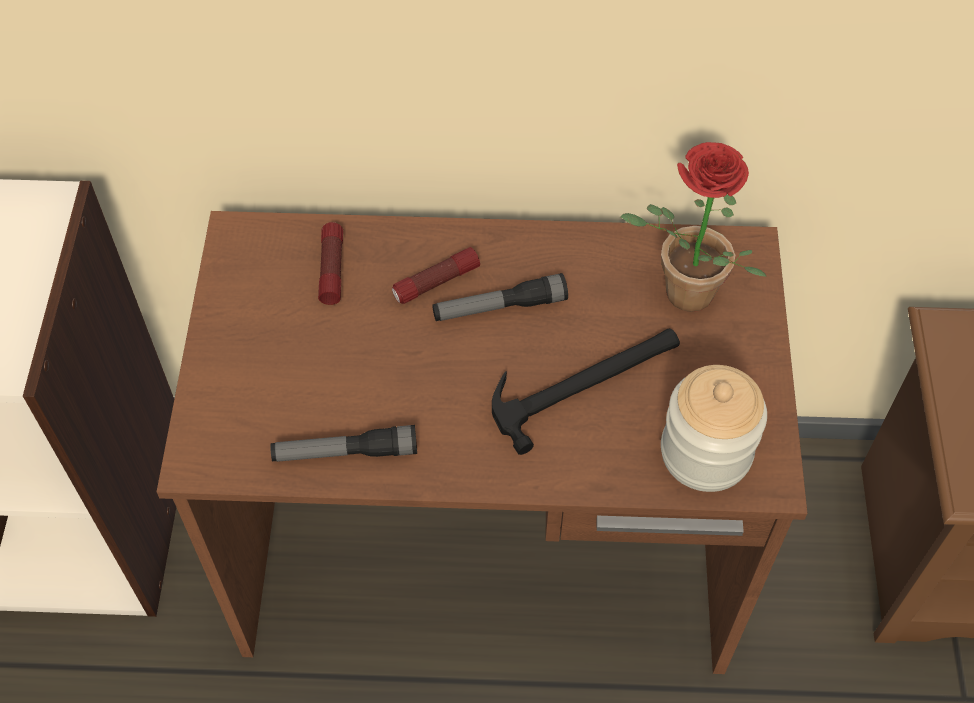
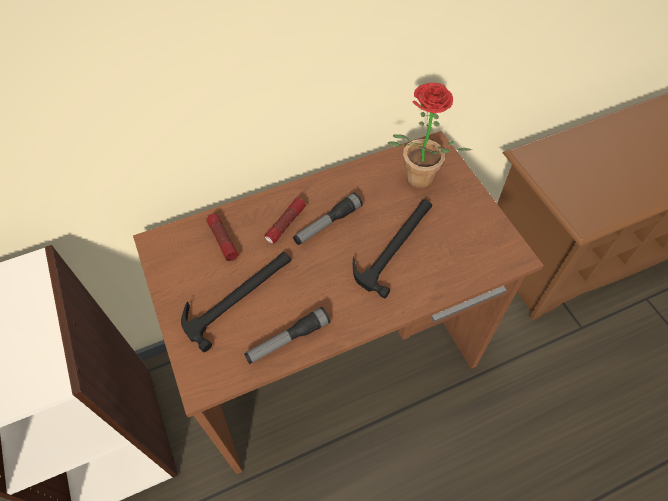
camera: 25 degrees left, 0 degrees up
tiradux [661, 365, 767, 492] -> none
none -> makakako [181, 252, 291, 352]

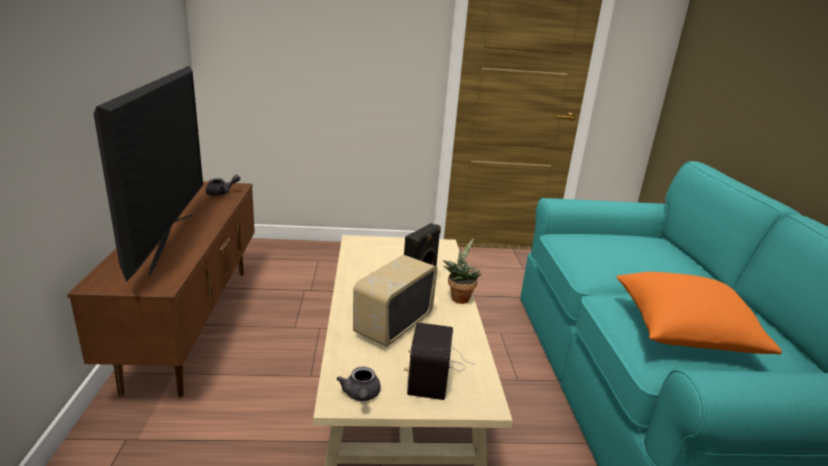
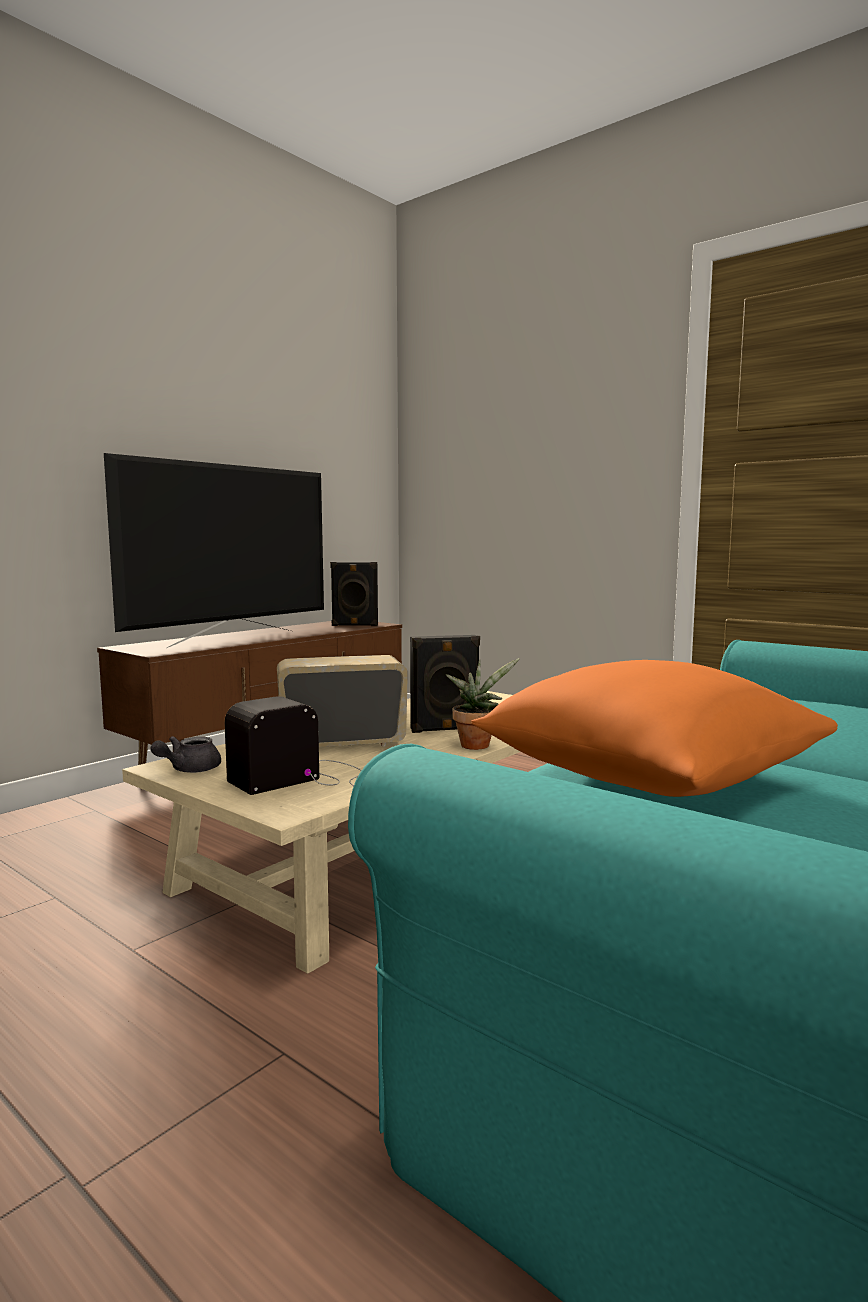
camera: 45 degrees right, 15 degrees down
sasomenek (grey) [206, 175, 240, 196] -> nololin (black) [330, 562, 378, 626]

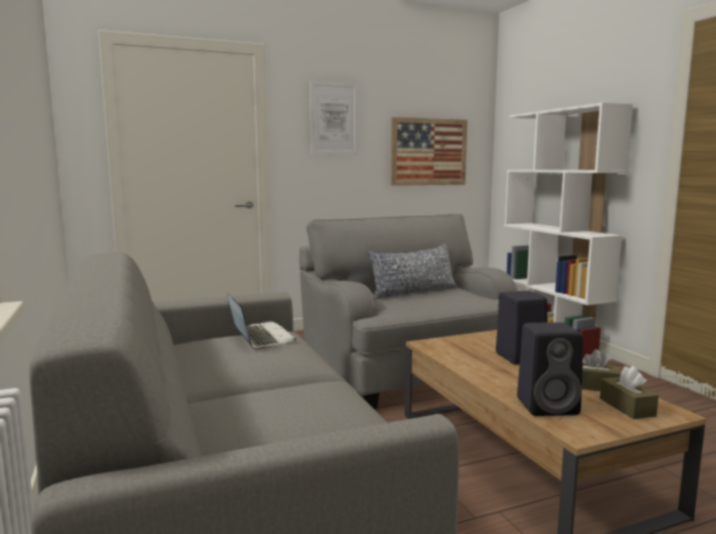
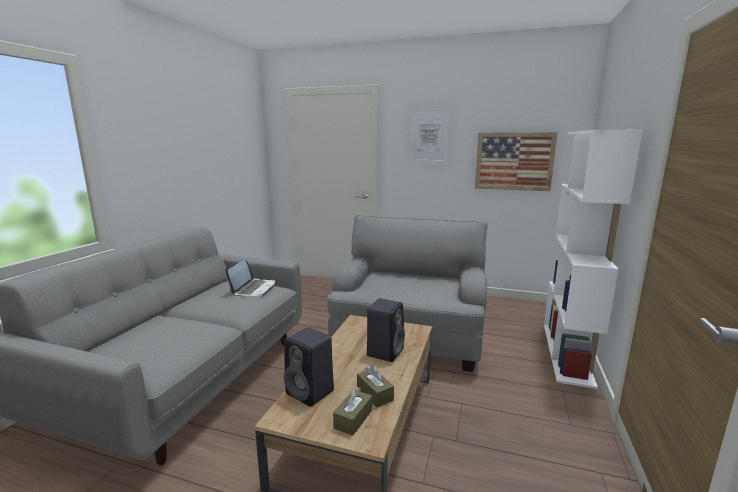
camera: 40 degrees right, 5 degrees up
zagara [367, 244, 457, 300] -> none

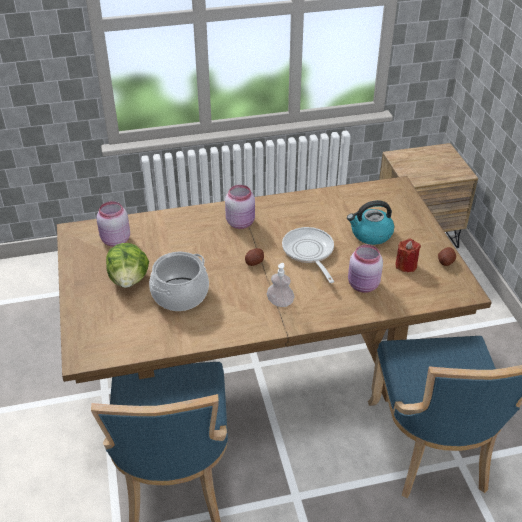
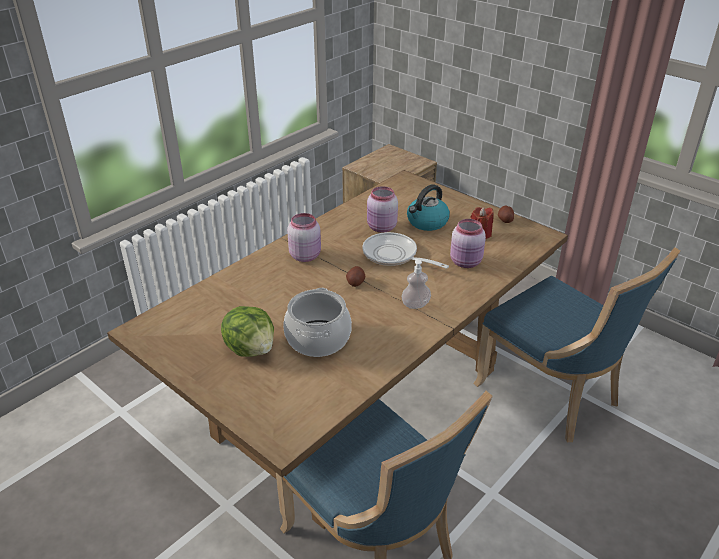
camera: 35 degrees left, 5 degrees down
tiradux (pink) [97, 201, 130, 247] -> tiradux (pink) [367, 186, 398, 233], shifted

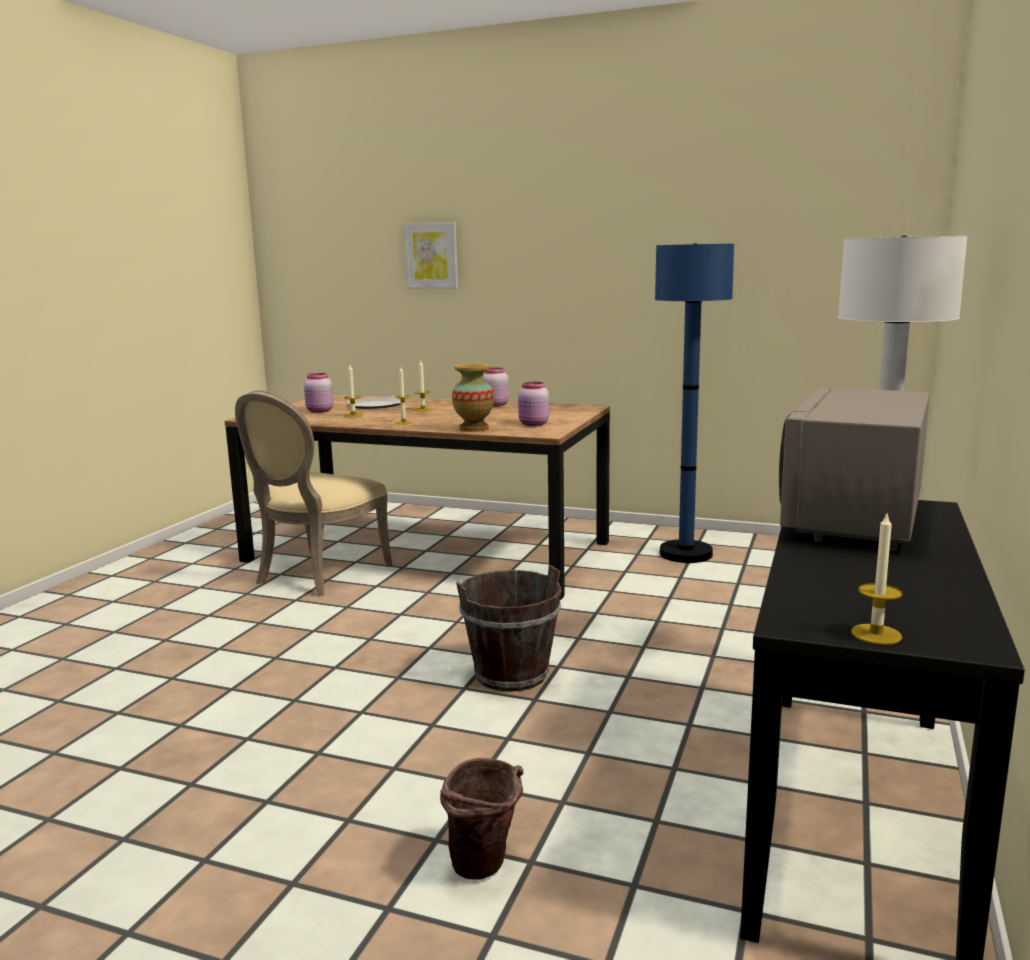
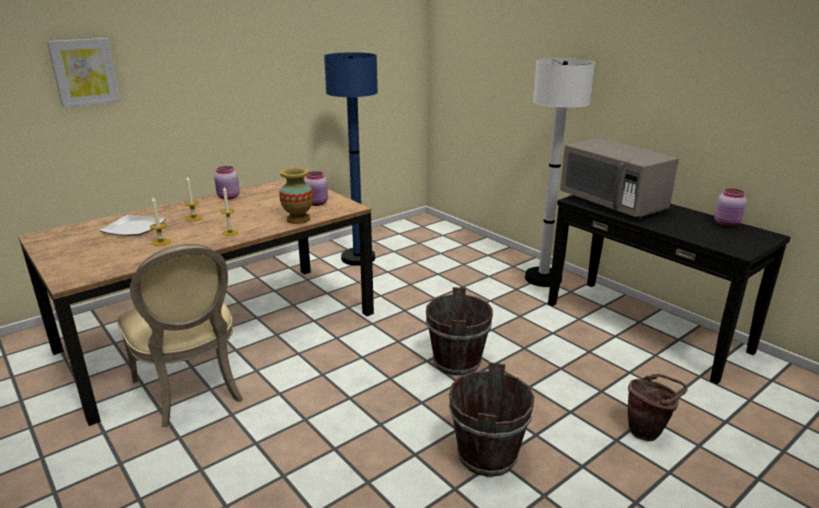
camera: 60 degrees left, 10 degrees up
tiradux (pink) [304, 373, 333, 413] -> tiradux (pink) [714, 189, 747, 227], shifted
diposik [851, 514, 902, 645] -> none
none -> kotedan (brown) [449, 362, 534, 477]

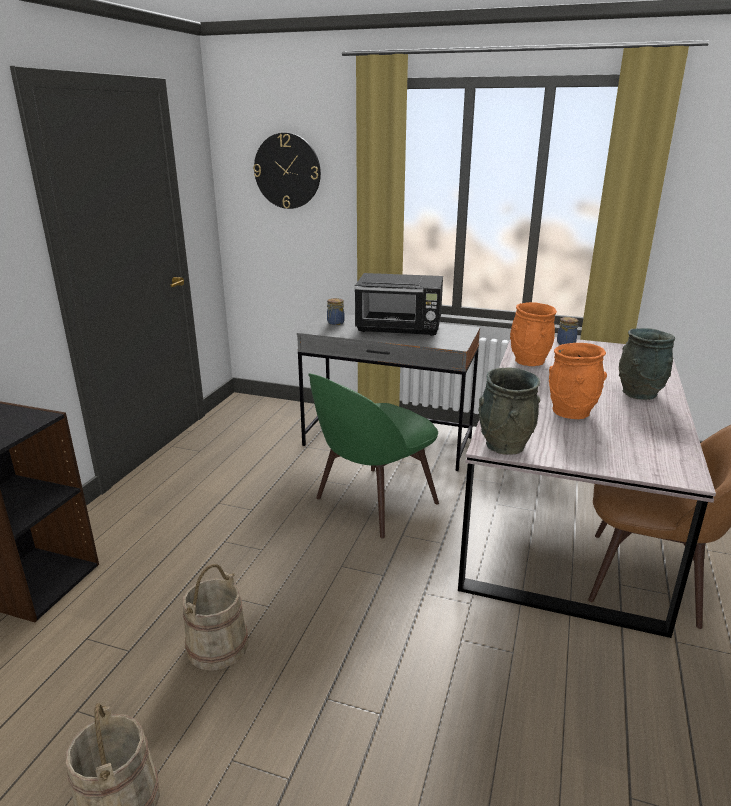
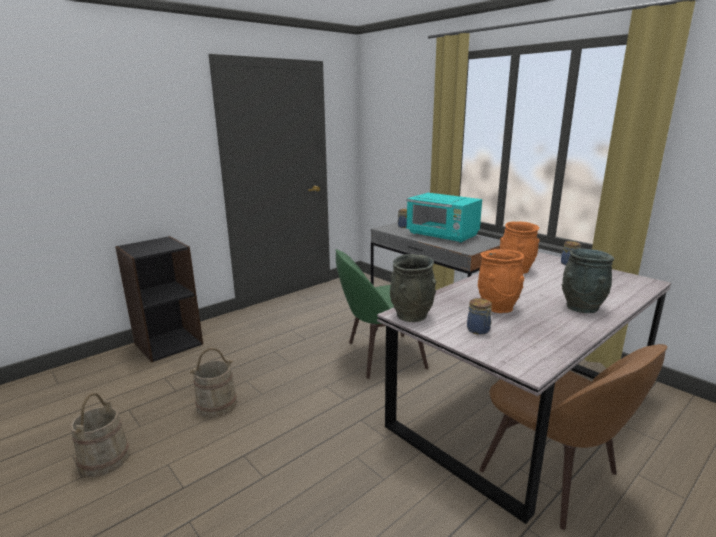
camera: 30 degrees right, 5 degrees down
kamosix [253, 133, 321, 209] -> none
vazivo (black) [354, 273, 443, 336] -> vazivo (turquoise) [406, 193, 482, 243]
none -> tiradux [467, 298, 492, 335]

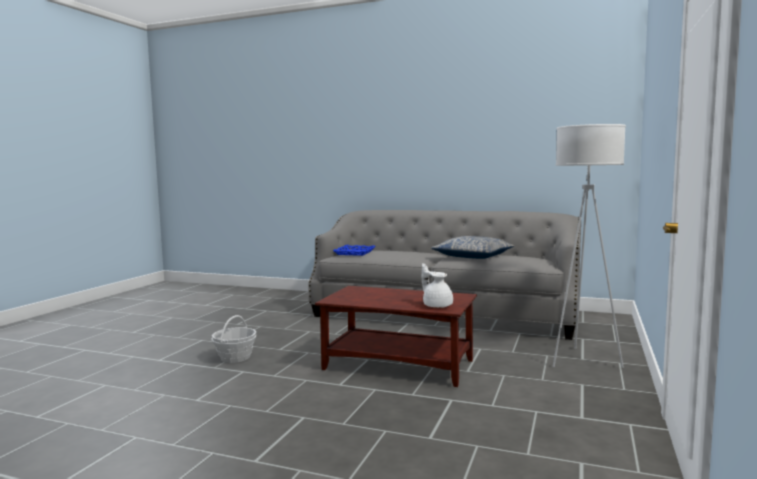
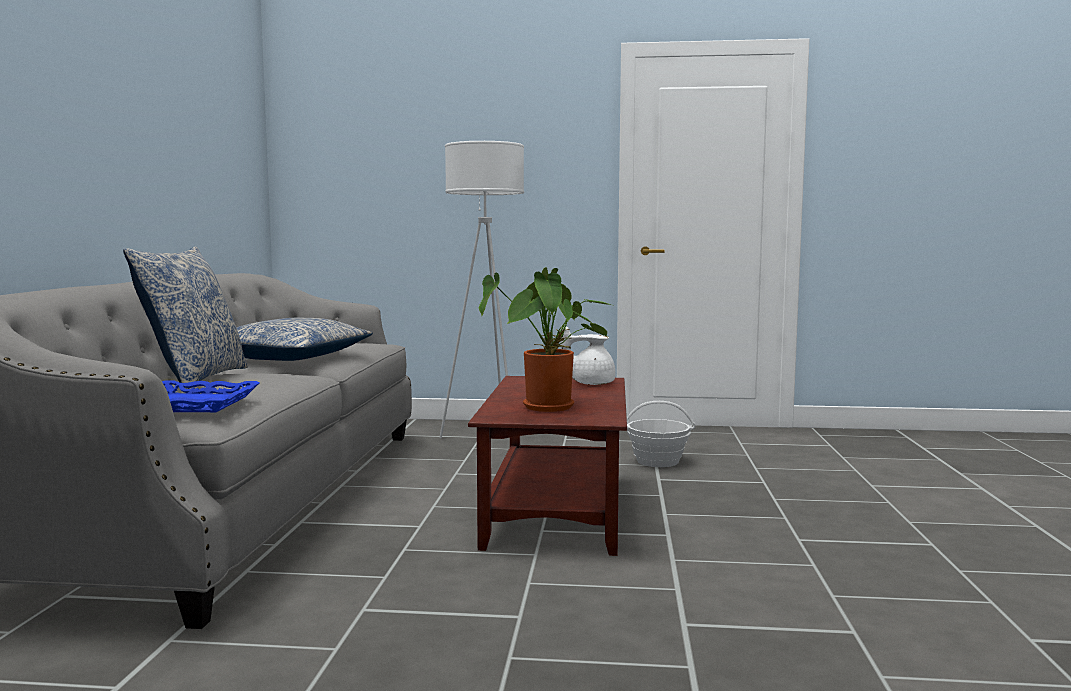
camera: 105 degrees left, 0 degrees up
sasomenek (white) [422, 263, 453, 308] -> sasomenek (white) [561, 327, 616, 385], 45 degrees clockwise
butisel [211, 315, 256, 363] -> butisel [627, 401, 696, 467], shifted
none -> zagara [123, 247, 248, 389]
none -> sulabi [479, 267, 615, 412]

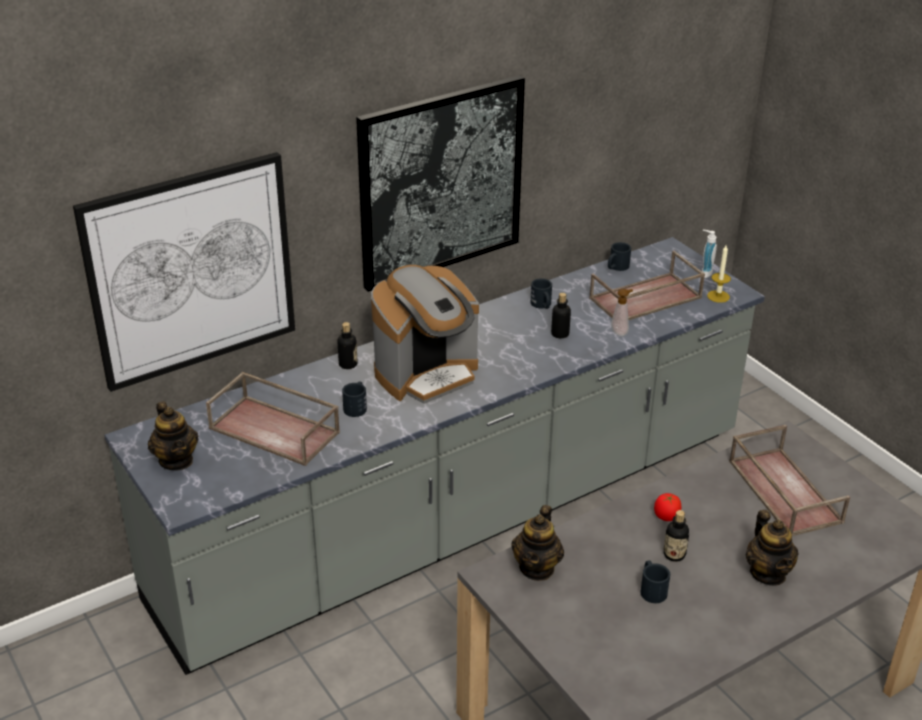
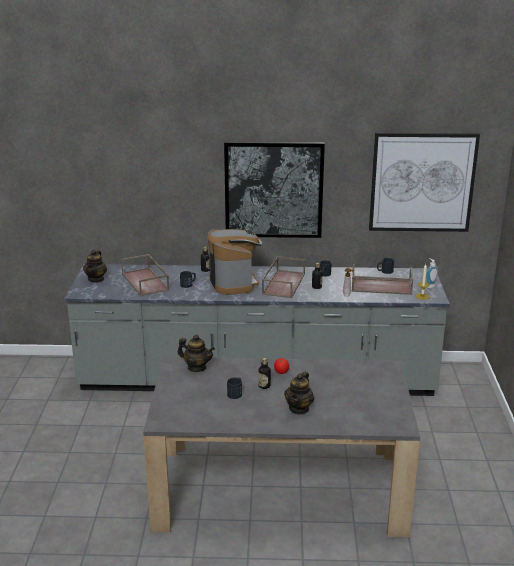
camera: 35 degrees right, 10 degrees down
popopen [73, 152, 295, 392] -> popopen [369, 133, 480, 232], shifted
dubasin [371, 265, 479, 404] -> dubasin [207, 229, 262, 295], 105 degrees counterclockwise
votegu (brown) [729, 425, 850, 536] -> votegu (brown) [262, 256, 305, 298], shifted
sasomenek [511, 505, 564, 581] -> sasomenek [178, 335, 215, 372], 120 degrees counterclockwise

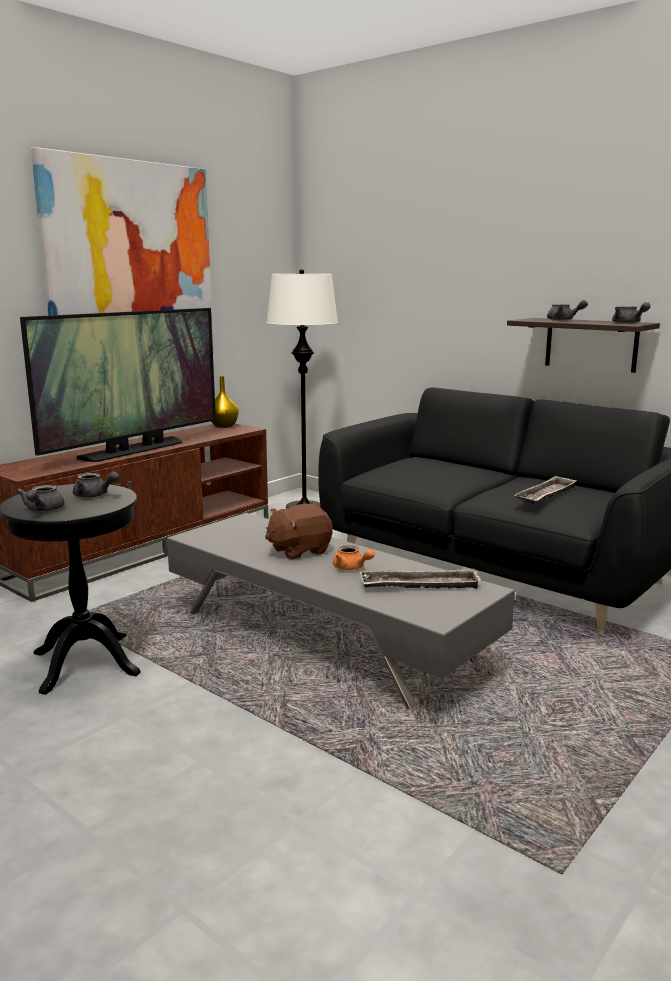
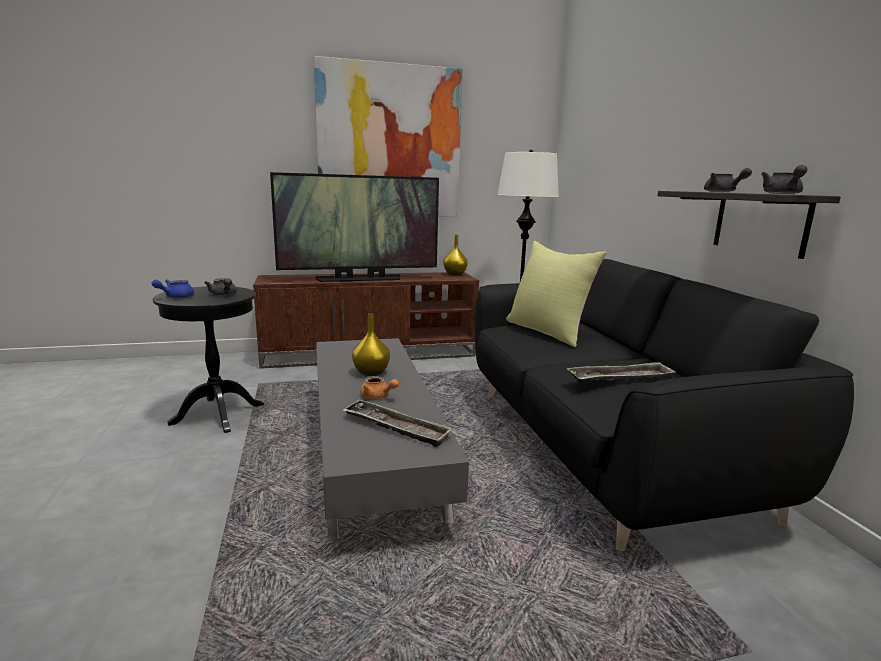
camera: 35 degrees right, 0 degrees up
sasomenek (grey) [16, 485, 64, 512] -> sasomenek (blue) [152, 279, 194, 298]
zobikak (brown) [265, 504, 333, 560] -> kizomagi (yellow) [352, 313, 390, 376]
sasomenek (orange) [333, 545, 375, 570] -> sasomenek (orange) [360, 376, 399, 399], 45 degrees counterclockwise
none -> zagara (yellow) [506, 241, 607, 347]

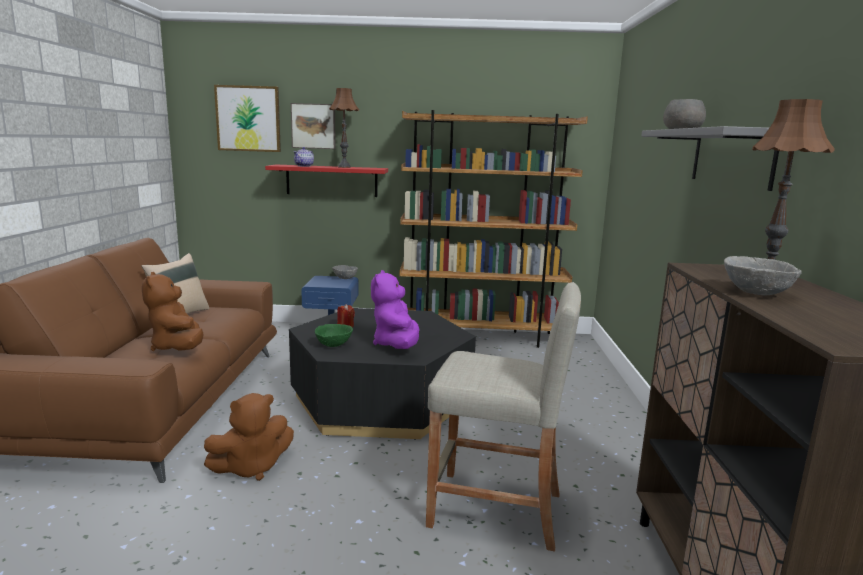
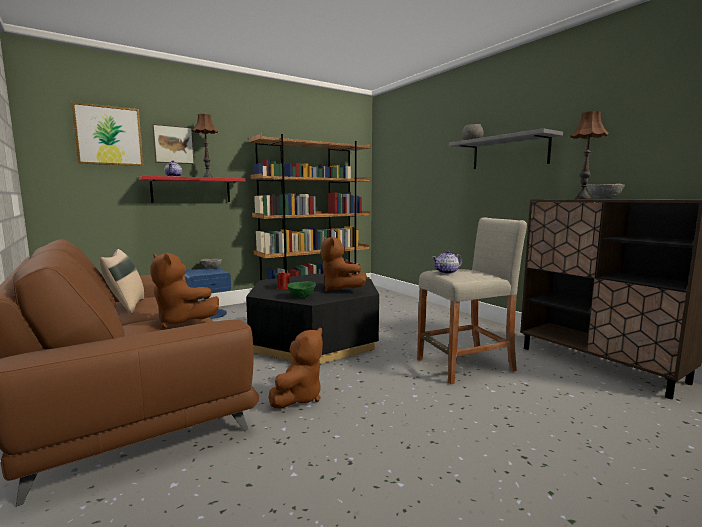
camera: 35 degrees left, 5 degrees down
zobikak (purple) [371, 270, 420, 349] -> zobikak (brown) [321, 237, 367, 292]
none -> sasomenek [432, 250, 462, 274]

